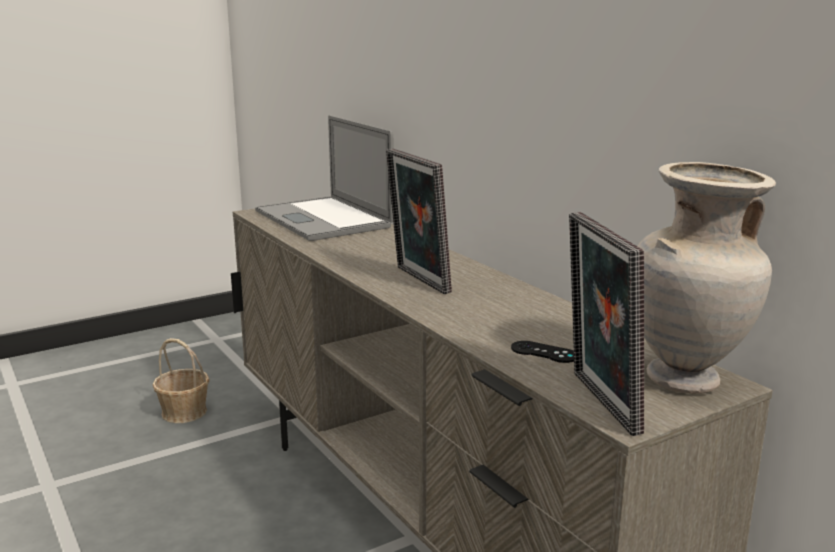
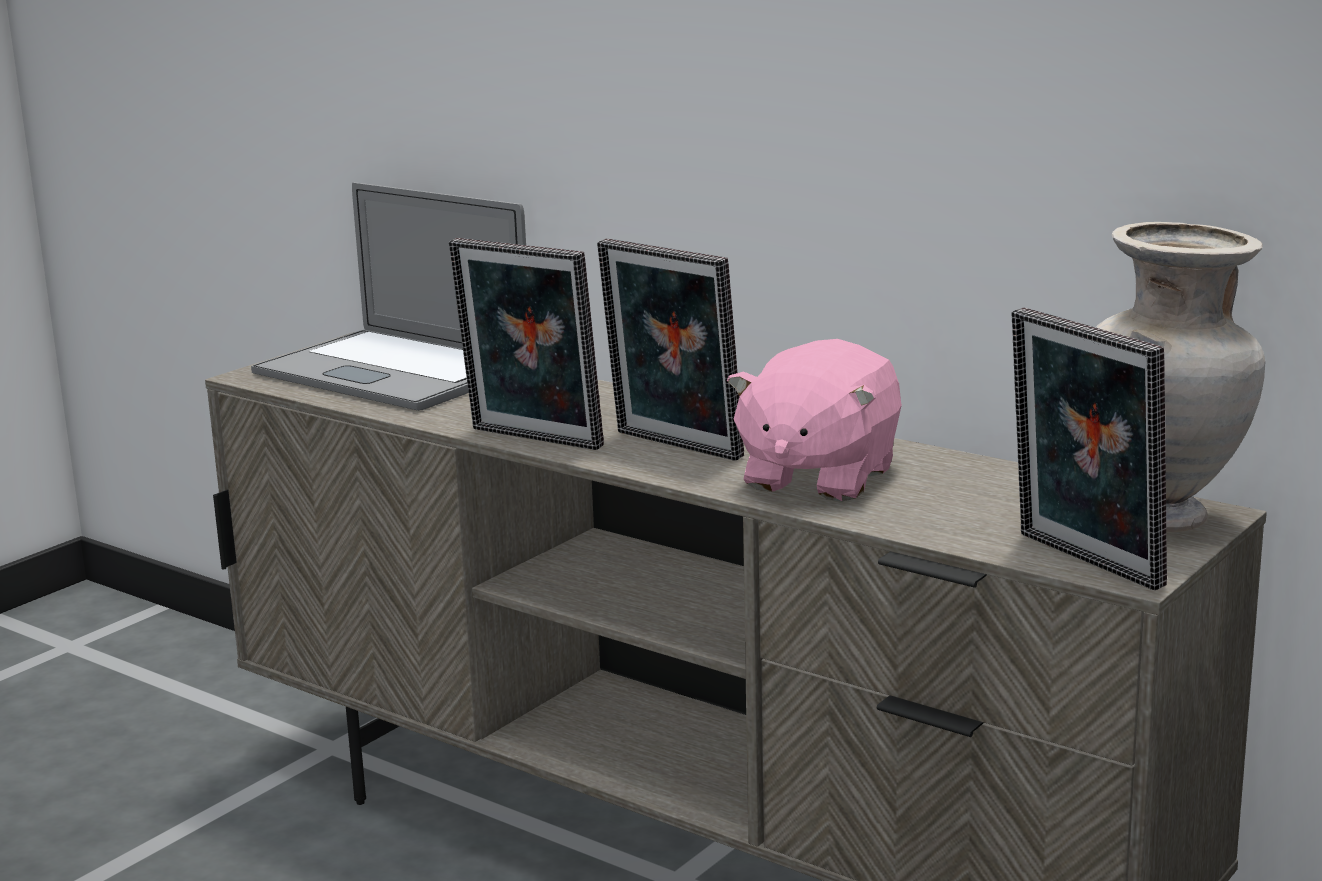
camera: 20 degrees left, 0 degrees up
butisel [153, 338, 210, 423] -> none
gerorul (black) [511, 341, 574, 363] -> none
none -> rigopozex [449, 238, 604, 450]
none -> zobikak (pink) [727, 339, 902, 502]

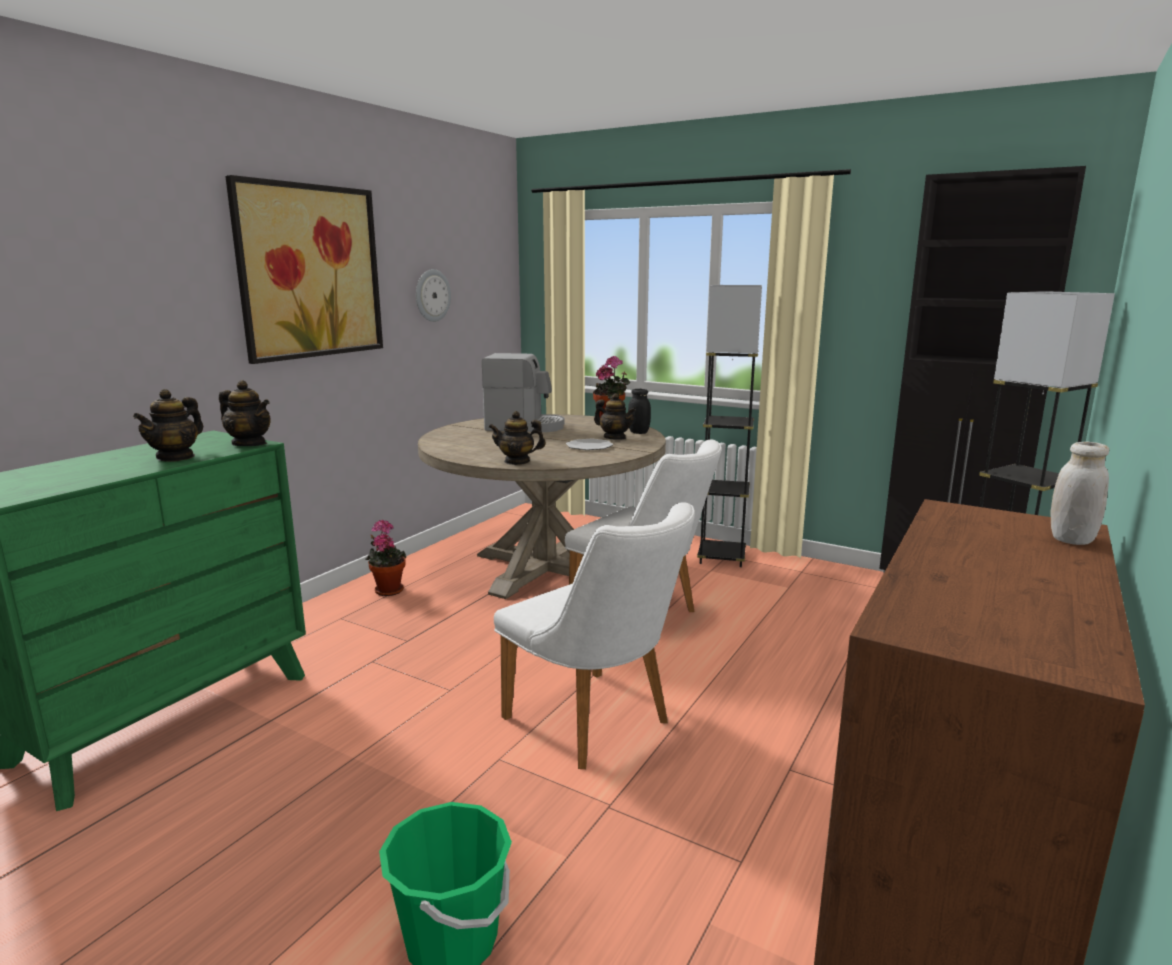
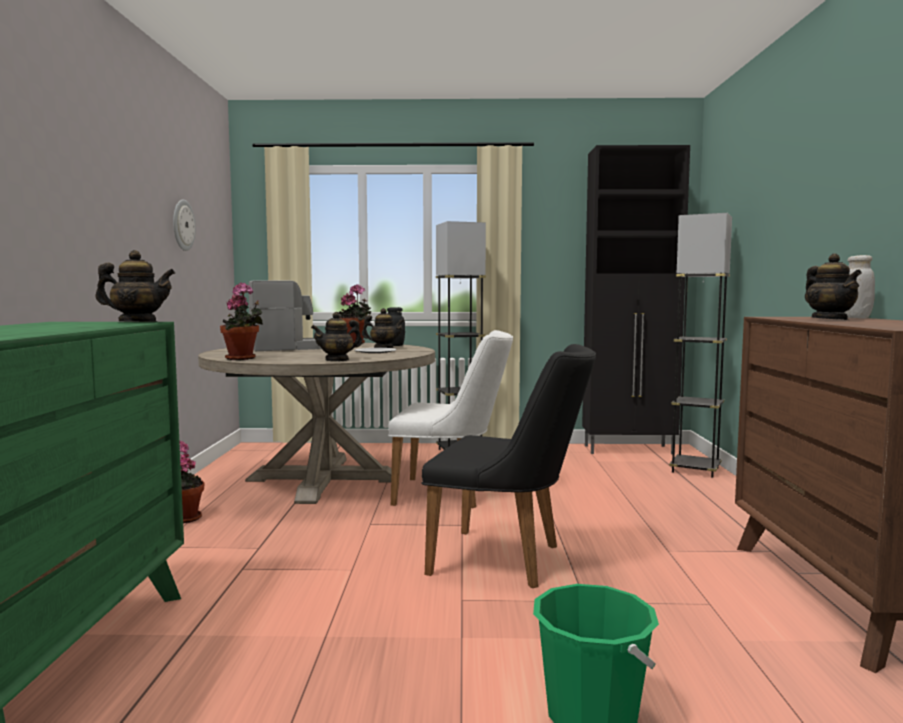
camera: 30 degrees left, 10 degrees down
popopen [225, 175, 383, 364] -> none
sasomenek [133, 389, 203, 462] -> sasomenek [805, 254, 862, 320], shifted
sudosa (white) [494, 502, 695, 769] -> sudosa (black) [422, 344, 596, 588]
none -> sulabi [220, 282, 263, 360]

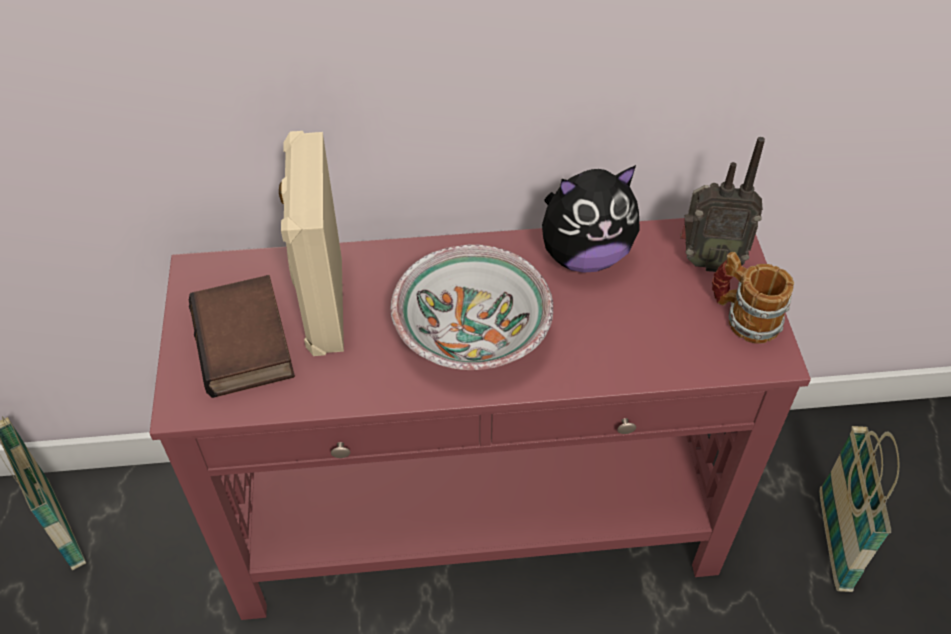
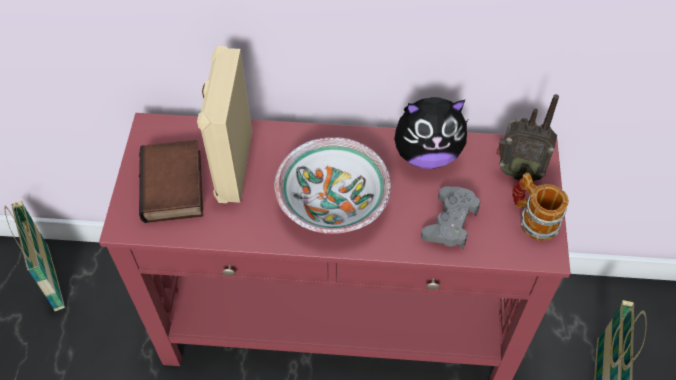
camera: 10 degrees right, 5 degrees up
none -> gerorul (grey) [421, 186, 481, 249]

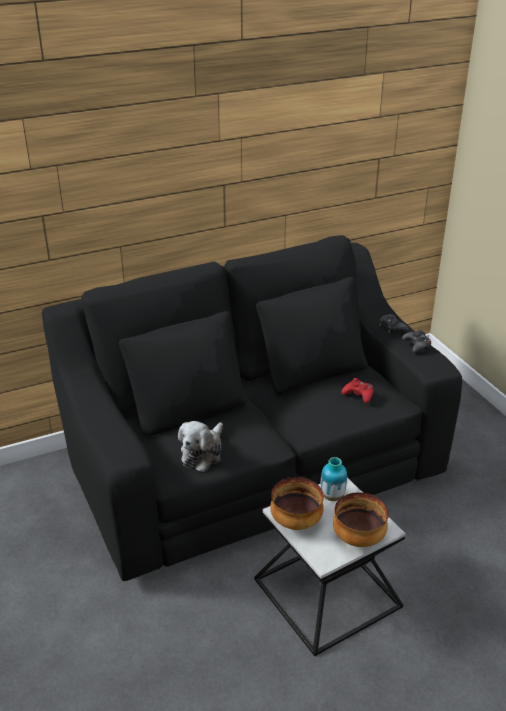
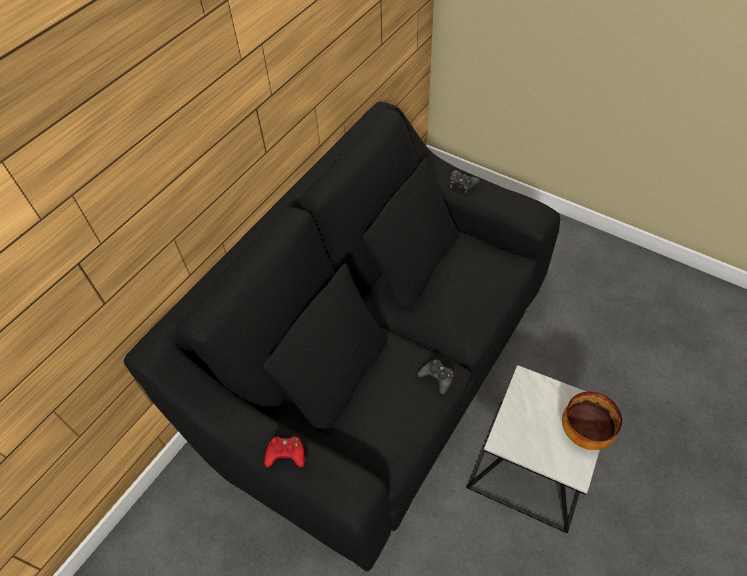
camera: 30 degrees left, 20 degrees up
gerorul (black) [402, 329, 431, 353] -> gerorul (black) [417, 359, 454, 394], shifted
gerorul (red) [341, 378, 374, 403] -> gerorul (red) [264, 437, 305, 467], shifted
zobikak [178, 421, 223, 472] -> none
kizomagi [321, 457, 347, 501] -> none
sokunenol [270, 477, 324, 530] -> none

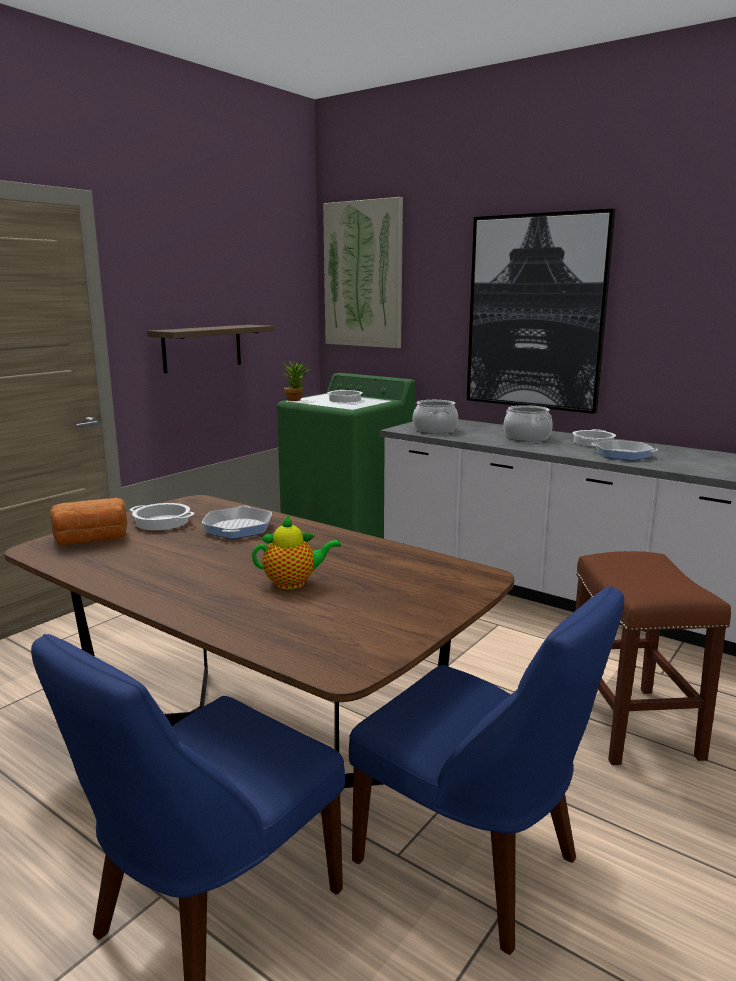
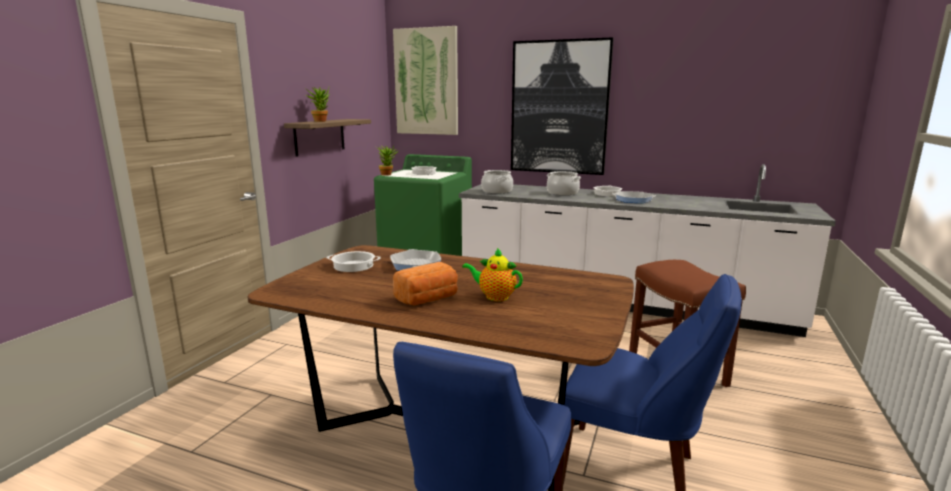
camera: 15 degrees left, 0 degrees up
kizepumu [50, 498, 127, 545] -> kizepumu [393, 262, 458, 305], shifted
sasomenek [252, 516, 341, 589] -> sasomenek [462, 248, 523, 301], 135 degrees counterclockwise
none -> sulabi [305, 87, 330, 122]

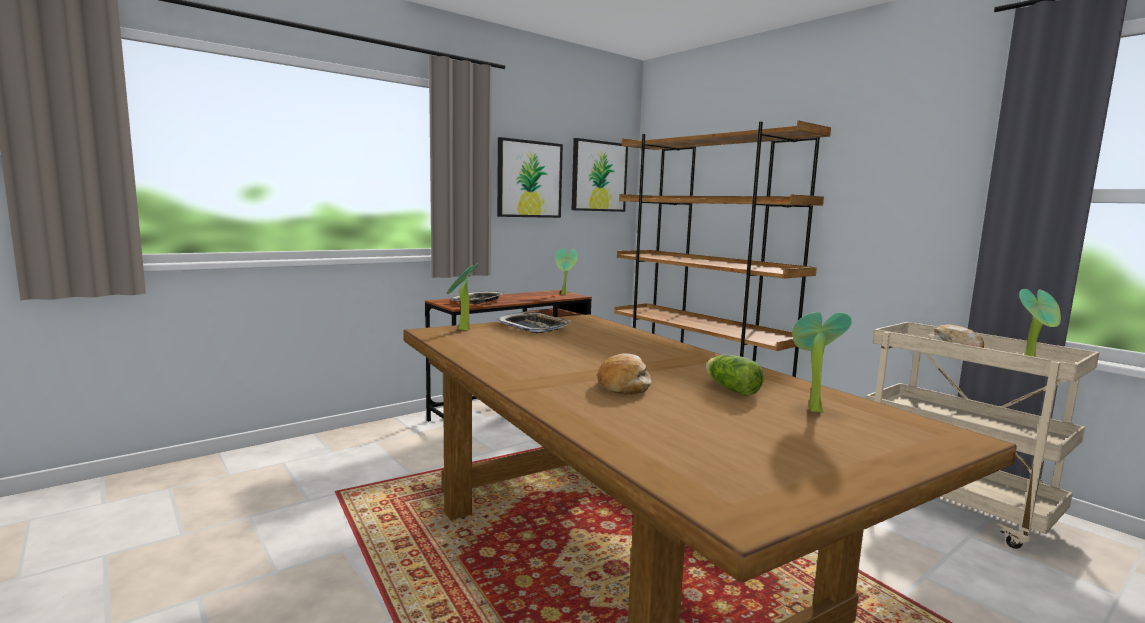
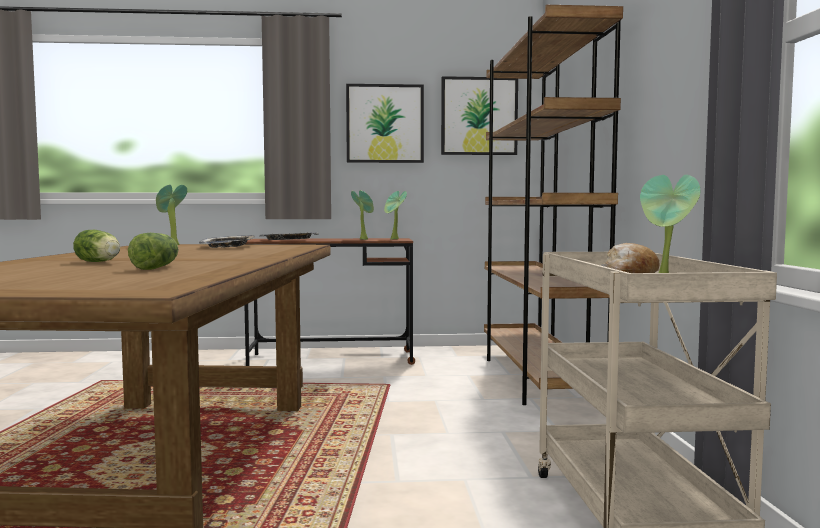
camera: 35 degrees right, 5 degrees down
sulabi [792, 312, 852, 413] -> sulabi [351, 190, 374, 240], shifted
kizepumu [597, 353, 651, 395] -> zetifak [73, 230, 120, 262]

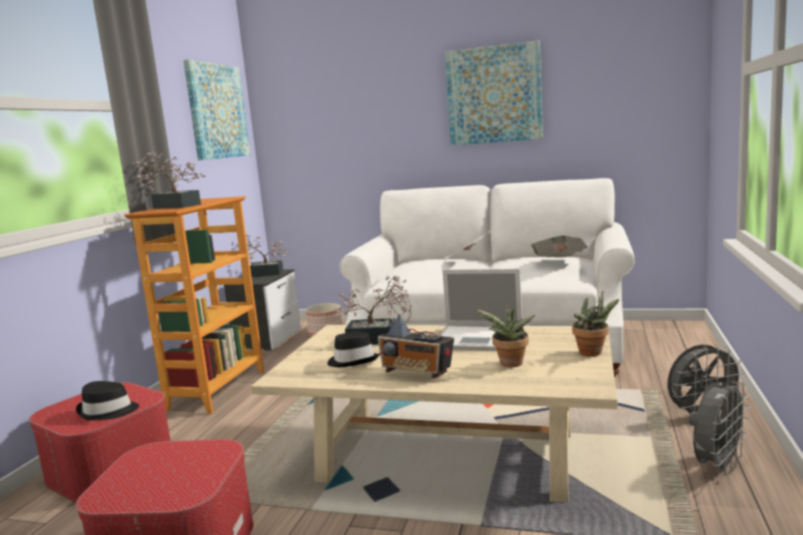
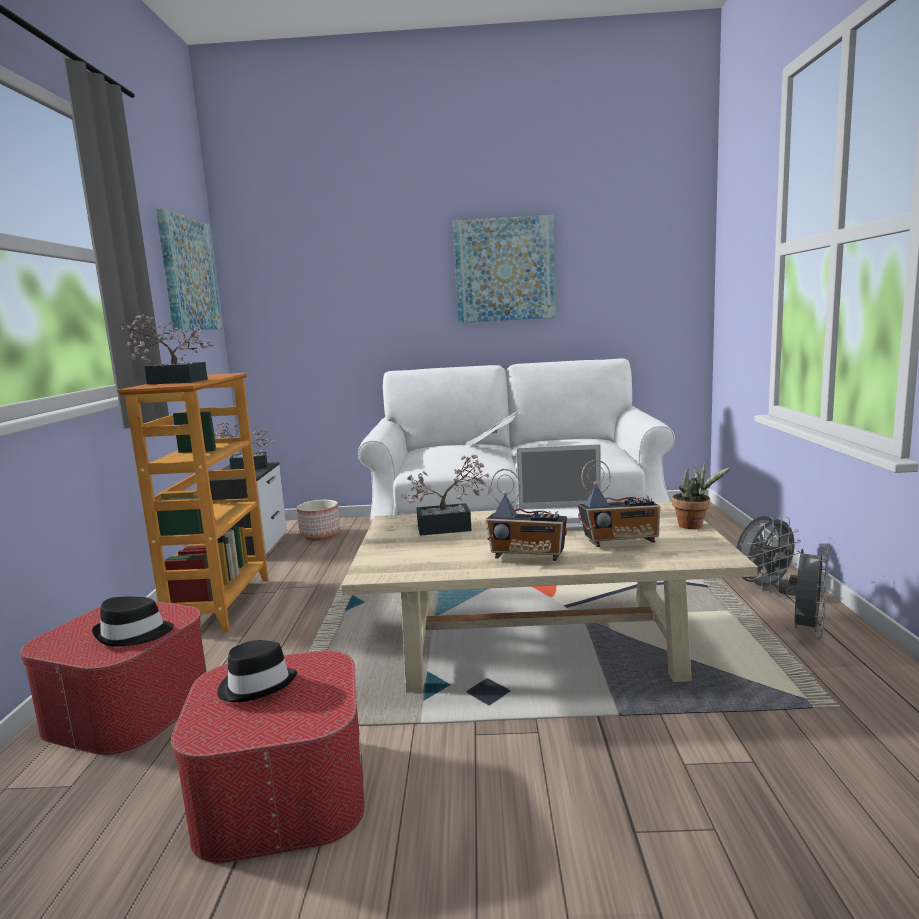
camera: 15 degrees left, 0 degrees up
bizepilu [531, 236, 588, 258] -> none
sulabi [475, 304, 535, 367] -> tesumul [578, 459, 660, 547]
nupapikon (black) [327, 332, 379, 367] -> nupapikon (black) [217, 640, 297, 702], shifted

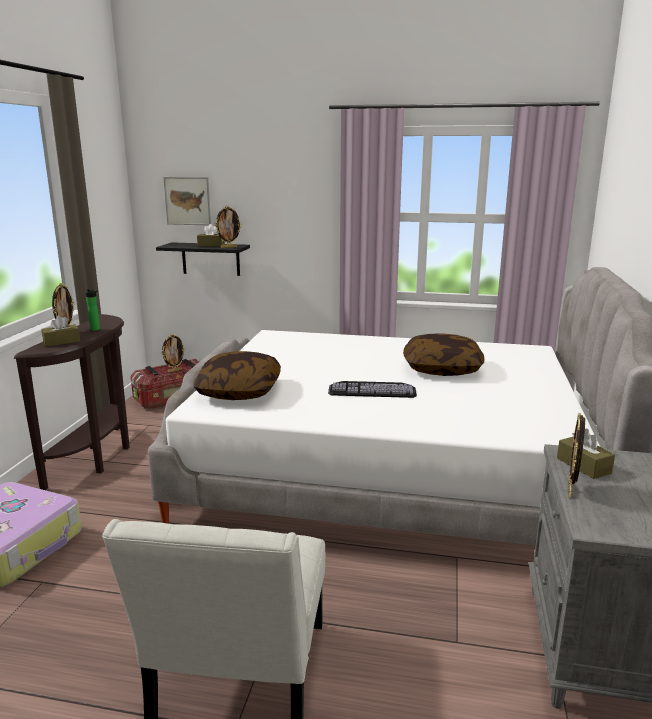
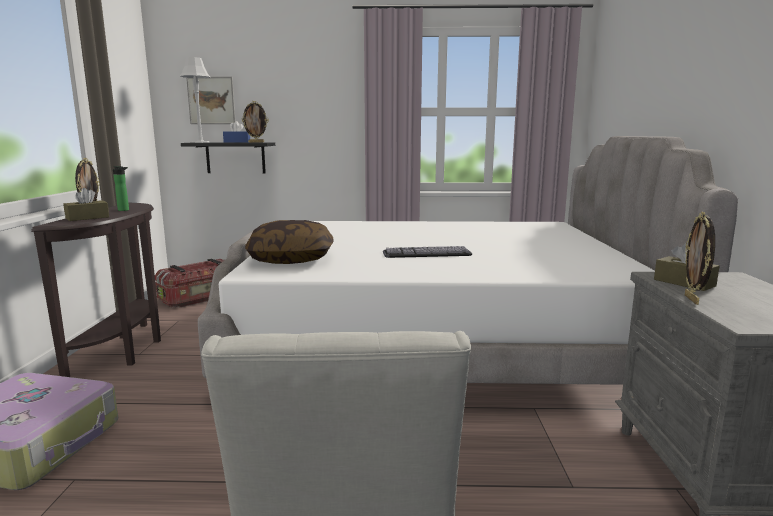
camera: 10 degrees left, 5 degrees down
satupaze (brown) [197, 224, 225, 247] -> satupaze (blue) [223, 121, 250, 143]
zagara [403, 333, 485, 376] -> none
rigopozex [161, 334, 185, 373] -> none
none -> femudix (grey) [180, 57, 211, 143]

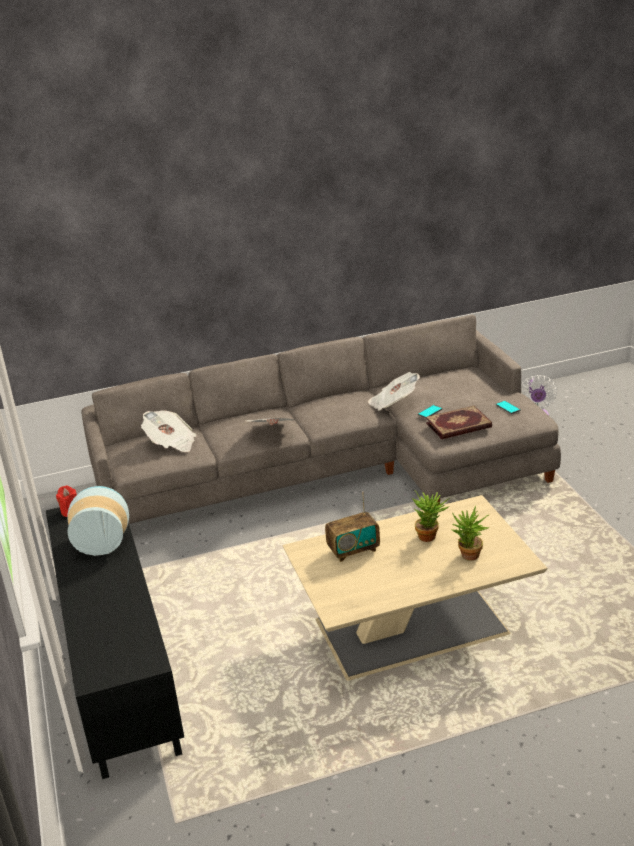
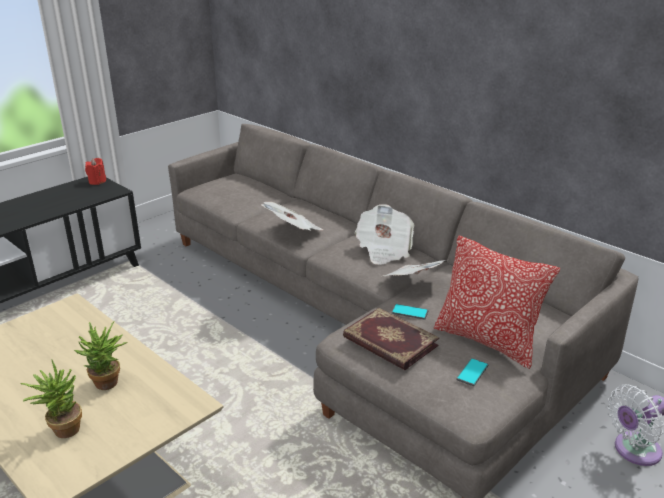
camera: 60 degrees right, 0 degrees up
bizepilu [141, 410, 197, 452] -> bizepilu [355, 204, 414, 265], shifted
kizomagi [67, 486, 129, 556] -> none
tesumul [325, 491, 380, 562] -> none
none -> zagara [433, 235, 560, 369]

